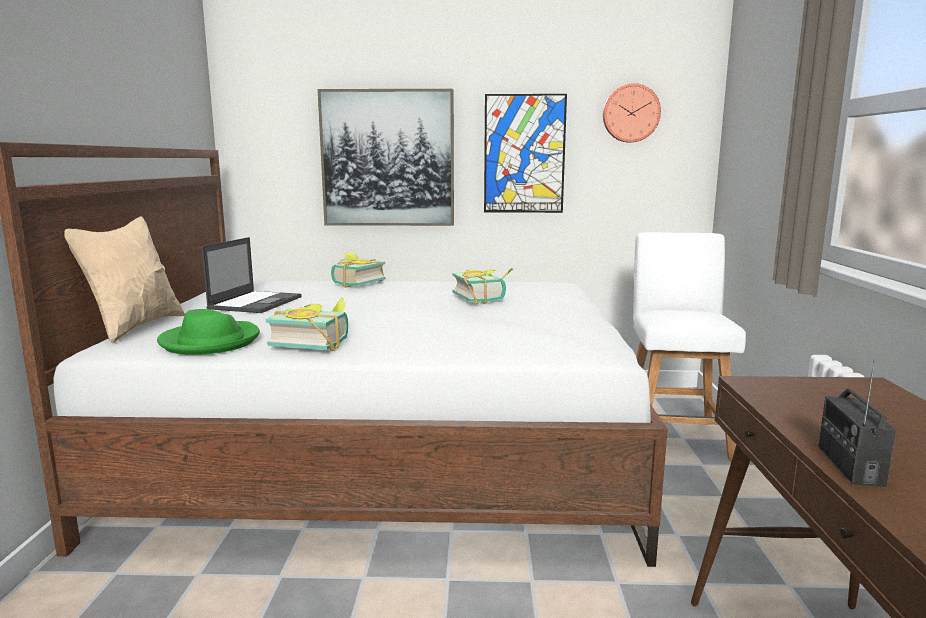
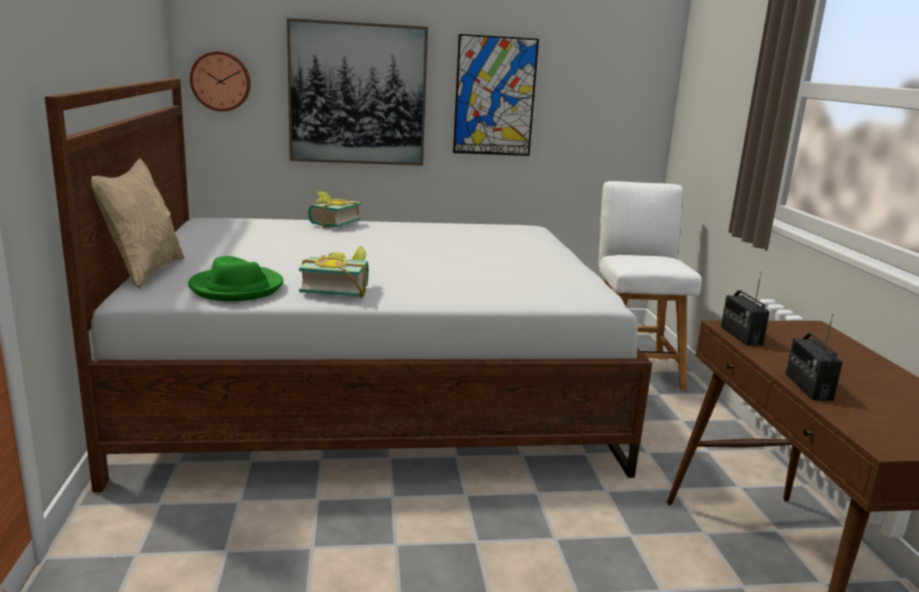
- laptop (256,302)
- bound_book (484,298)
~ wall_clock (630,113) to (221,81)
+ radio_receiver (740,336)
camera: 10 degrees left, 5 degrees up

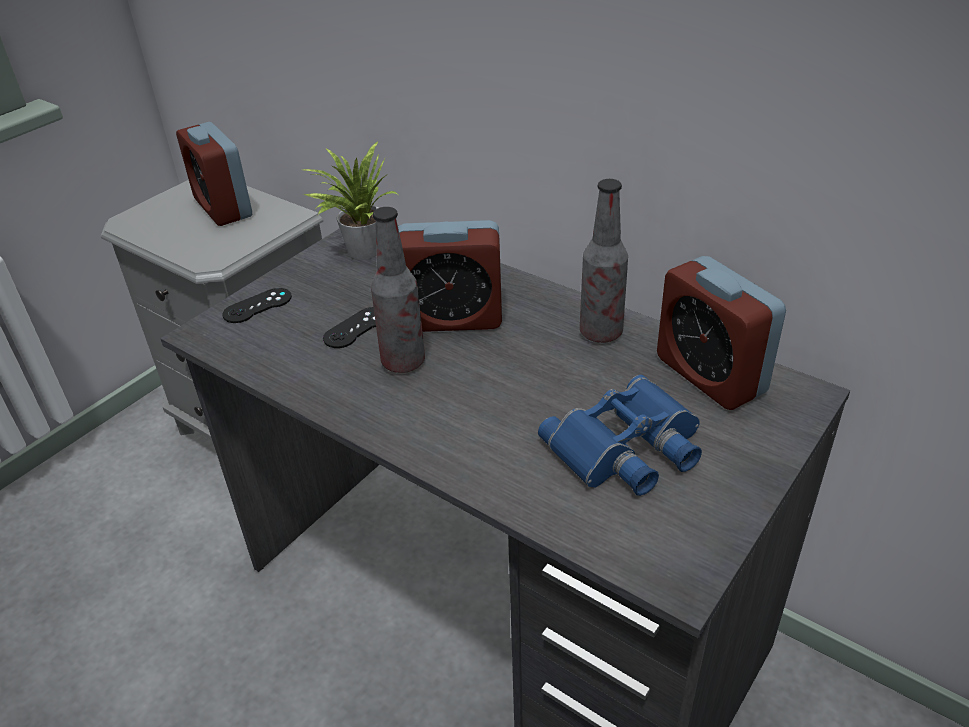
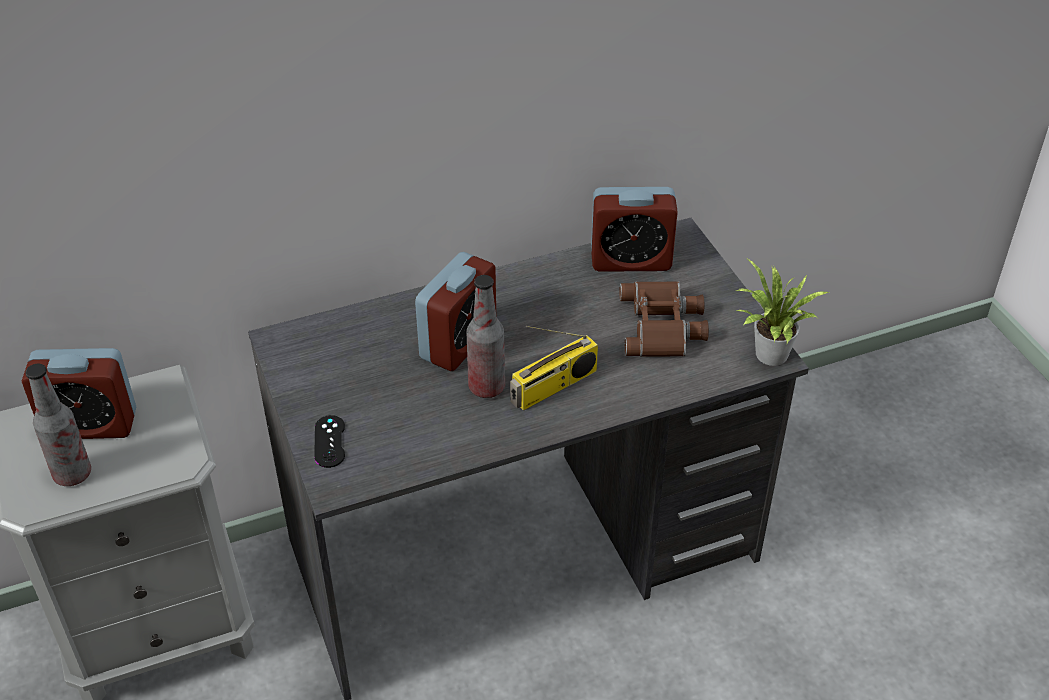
~ houseplant (360,250) to (768,356)
- black-coloured_gamepad (356,328)
~ blue-coloured_binoculars (628,448) to brown_binoculars (663,326)
~ bottle (601,332) to (72,474)
+ radio_receiver (554,387)
camera: 60 degrees left, 5 degrees up

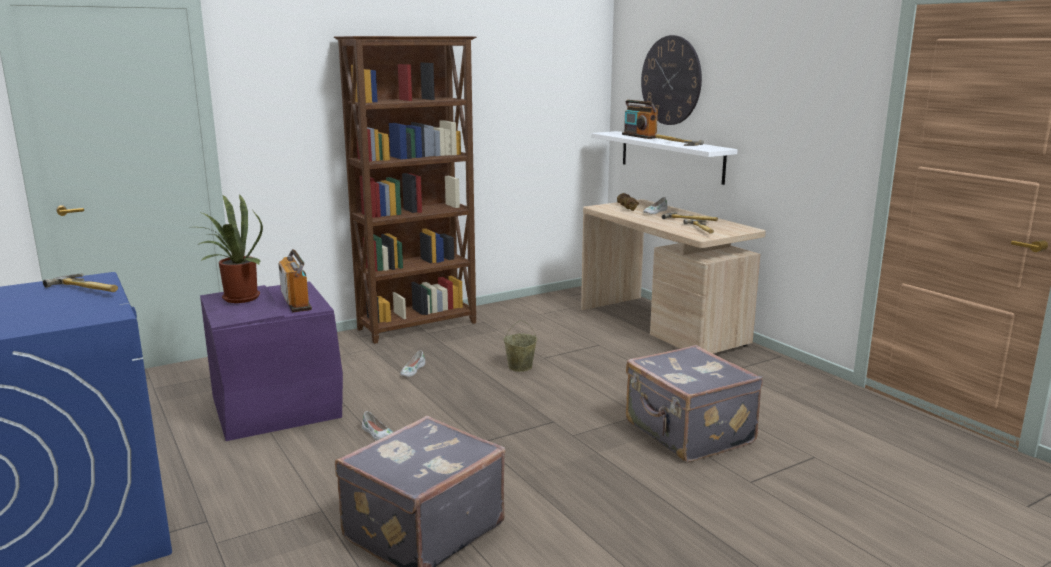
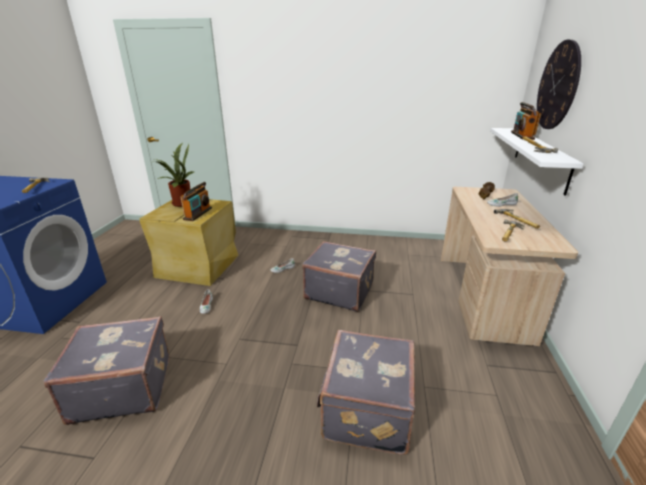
~ purple-coloured_storage_box (277,405) to beige-coloured_storage_box (199,265)
- brown_bookshelf (419,326)
~ beige-coloured_pail (520,367) to gray_suitcase (339,291)
camera: 40 degrees right, 10 degrees up

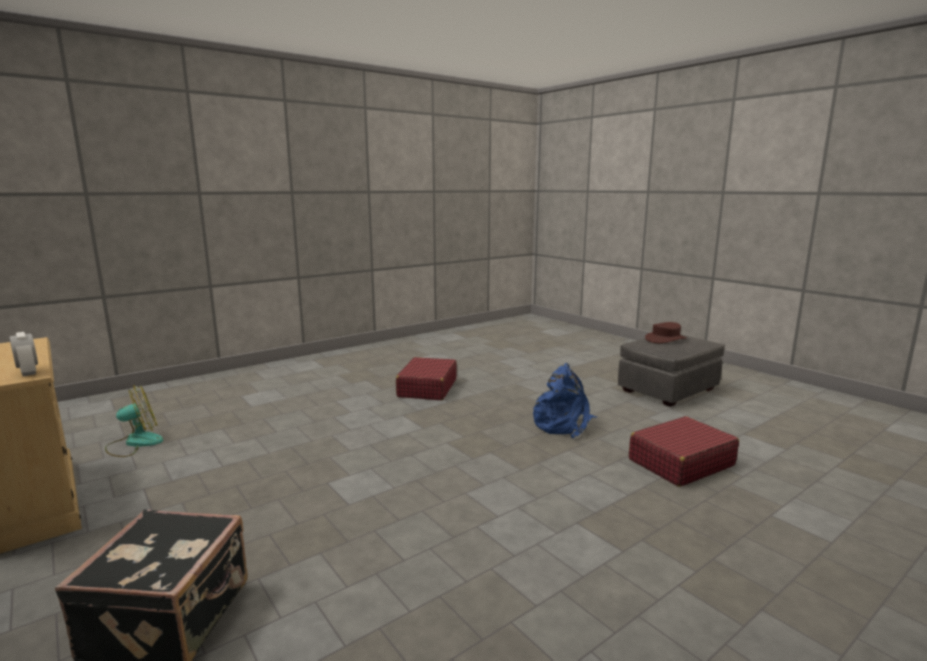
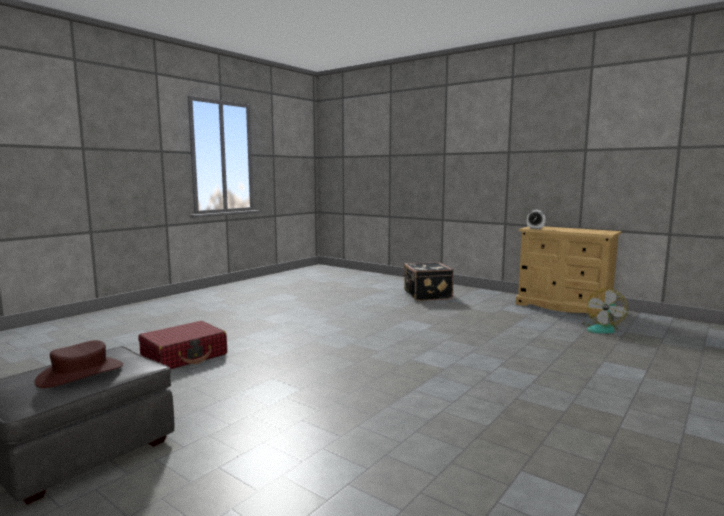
- red_suitcase (427,388)
- blue-coloured_rucksack (563,424)
camera: 165 degrees right, 5 degrees down

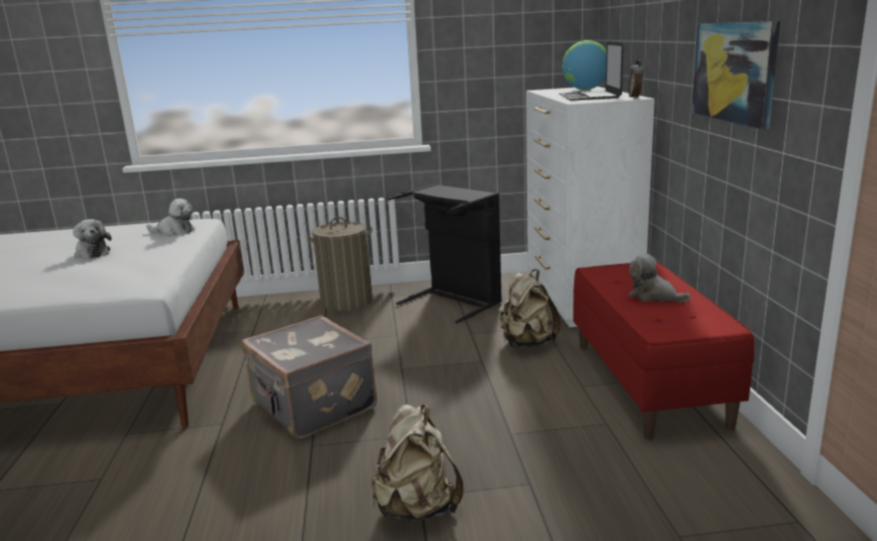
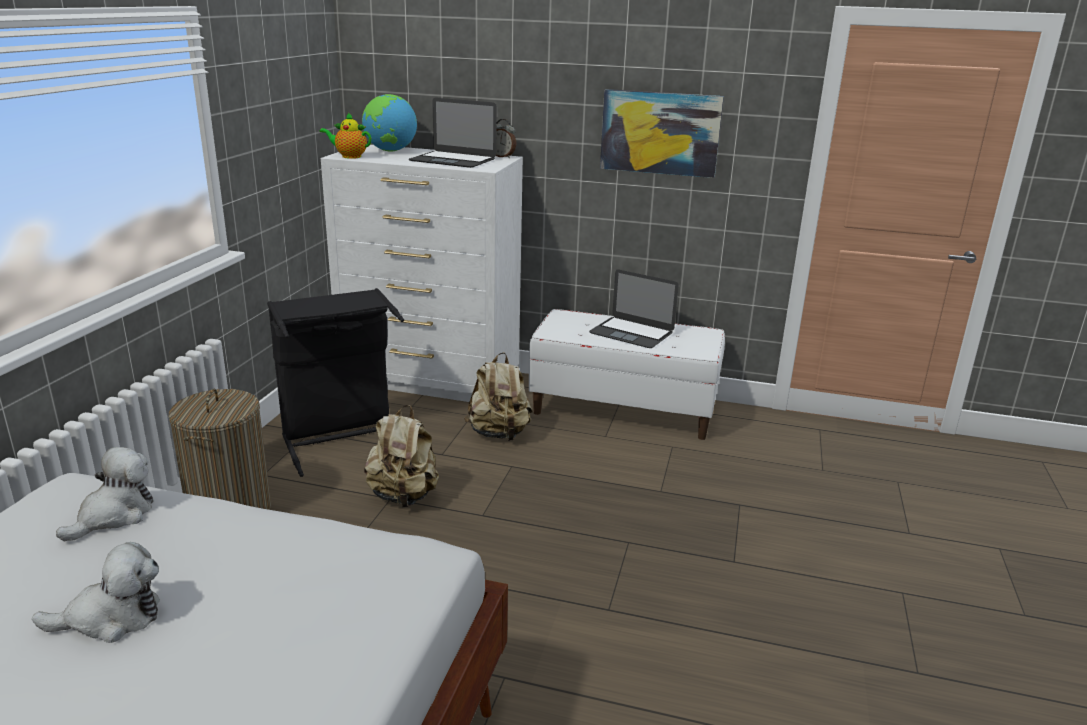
- gray_suitcase (312,406)
~ beige-coloured_rucksack (417,508) to (404,496)
~ red_indoor_bench (649,383) to white-coloured_indoor_bench (624,409)
~ cuddly_toy (654,296) to laptop (631,332)
+ pot_for_tea (349,156)
camera: 70 degrees left, 5 degrees up

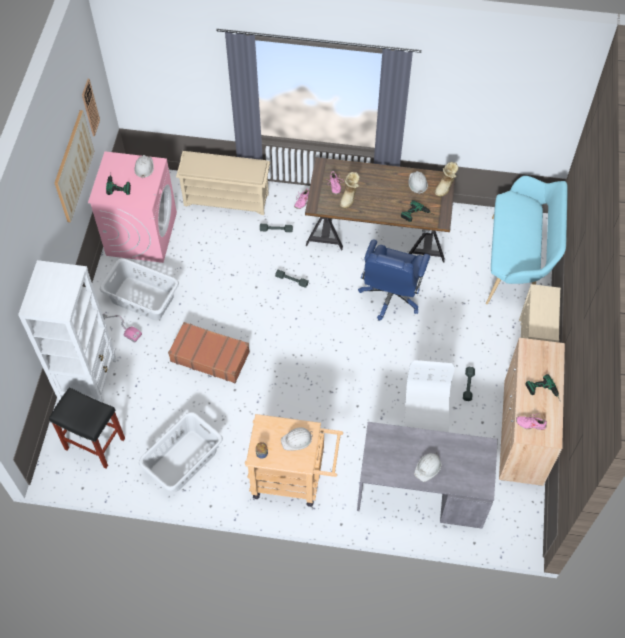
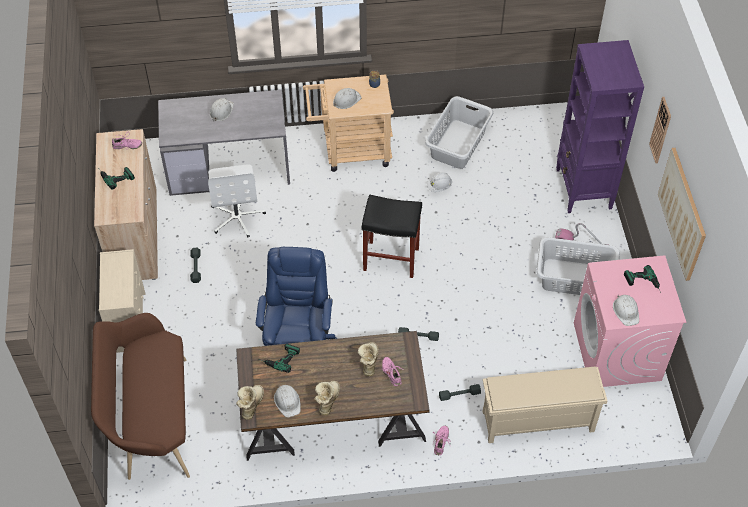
~ white-coloured_bookshelf (89,380) to purple-coloured_bookshelf (583,189)
~ black-coloured_stool (94,444) to (392,259)
~ wall_clock (90,107) to (660,130)
- brown_suitcase (210,356)
~ blue-green_indoor_bench (517,263) to brown_indoor_bench (151,420)
+ boot (327,401)
+ white-coloured_safety_helmet (439,187)
camera: 165 degrees right, 5 degrees down

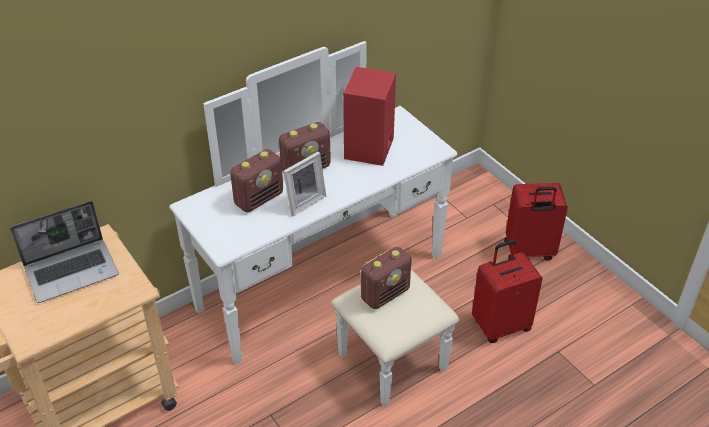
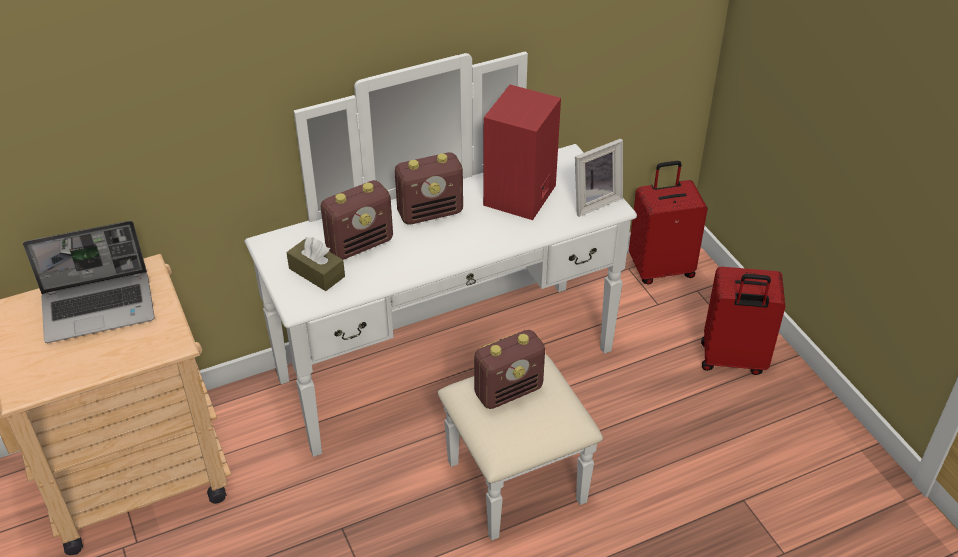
~ photo_frame (303,201) to (593,201)
~ red_suitcase (500,325) to (661,268)
+ brown_tissue_holder (317,272)
camera: 10 degrees right, 0 degrees up

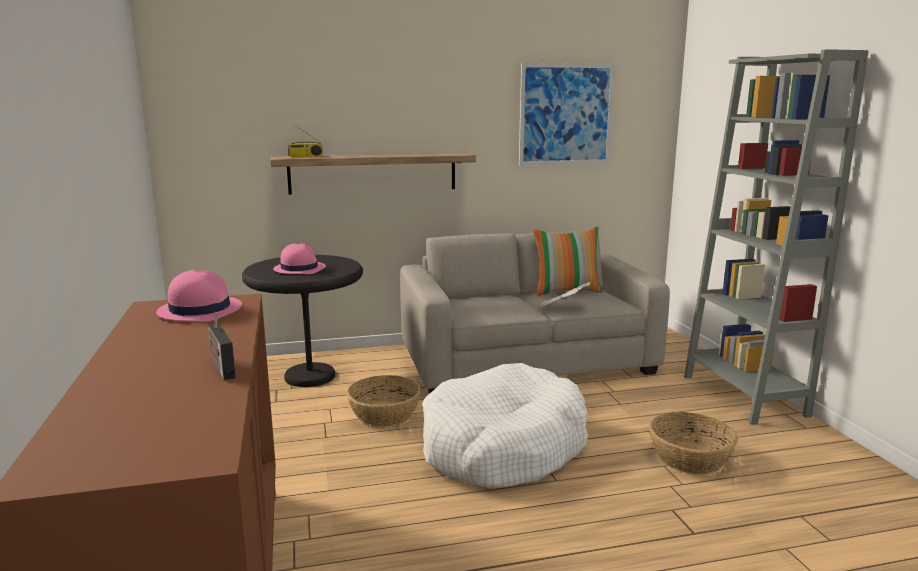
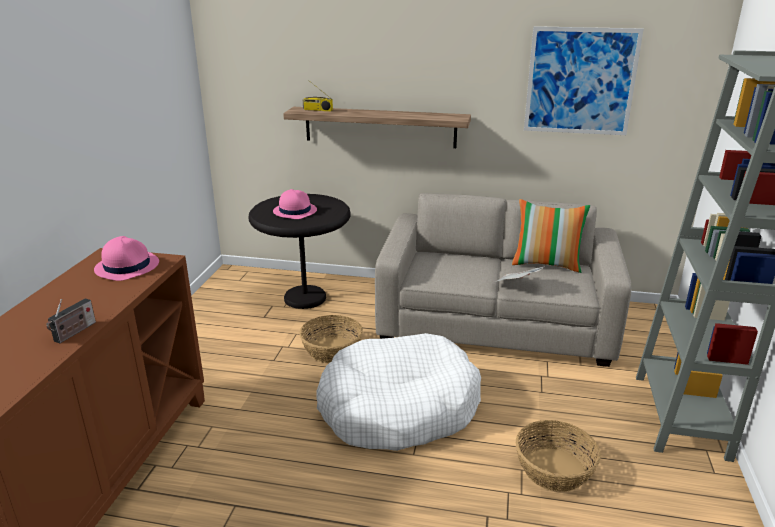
~ radio_receiver (221,367) = (74,333) 150 degrees counterclockwise
camera: 25 degrees right, 10 degrees up

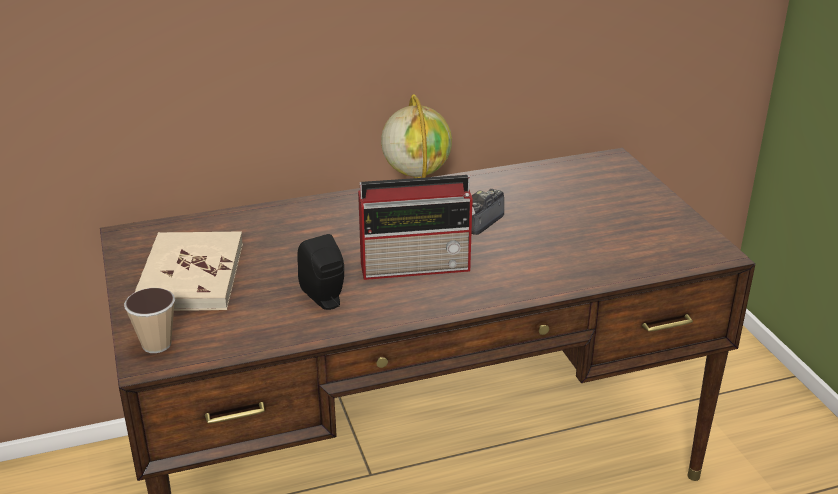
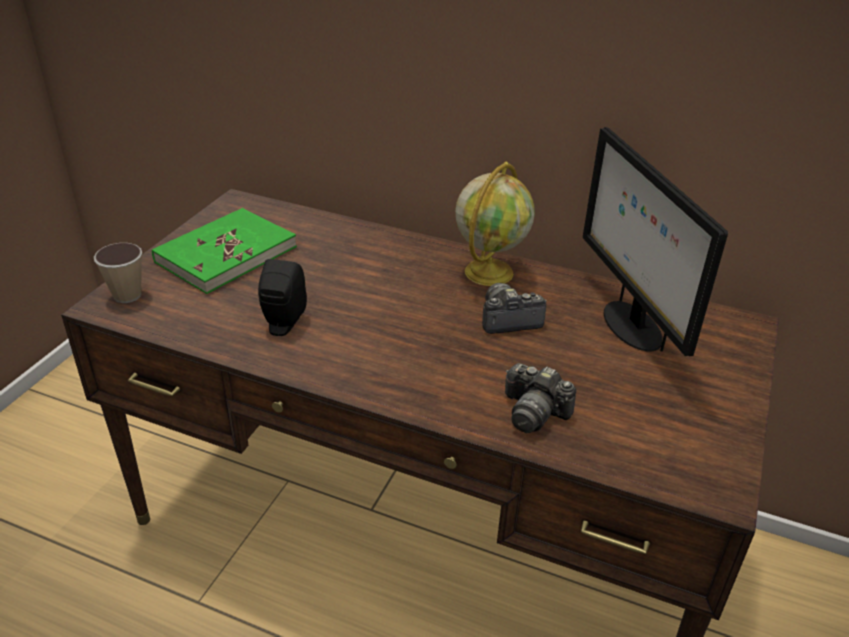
~ beige-coloured_bound_book (190,276) to greenish_bound_book (226,254)
- radio_receiver (417,266)
+ still_camera (533,412)
+ computer_screen (630,325)
camera: 40 degrees right, 5 degrees up

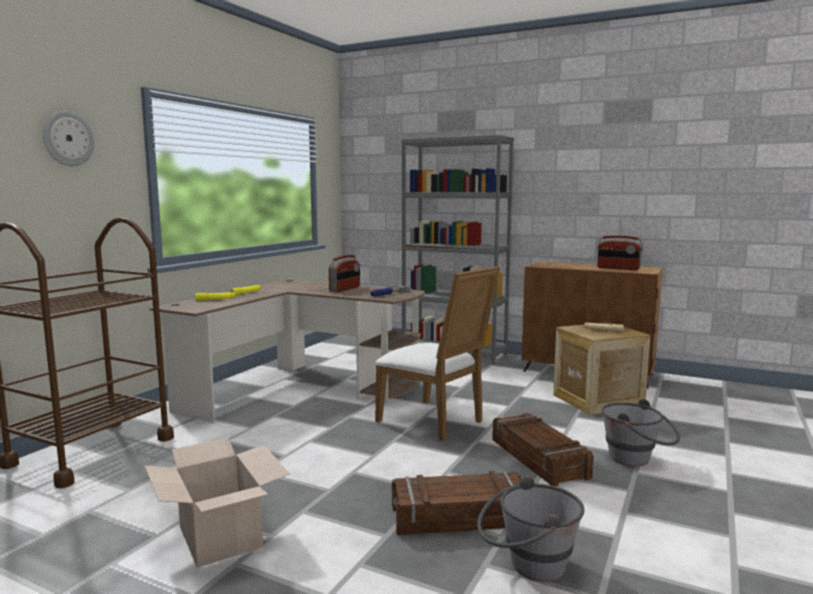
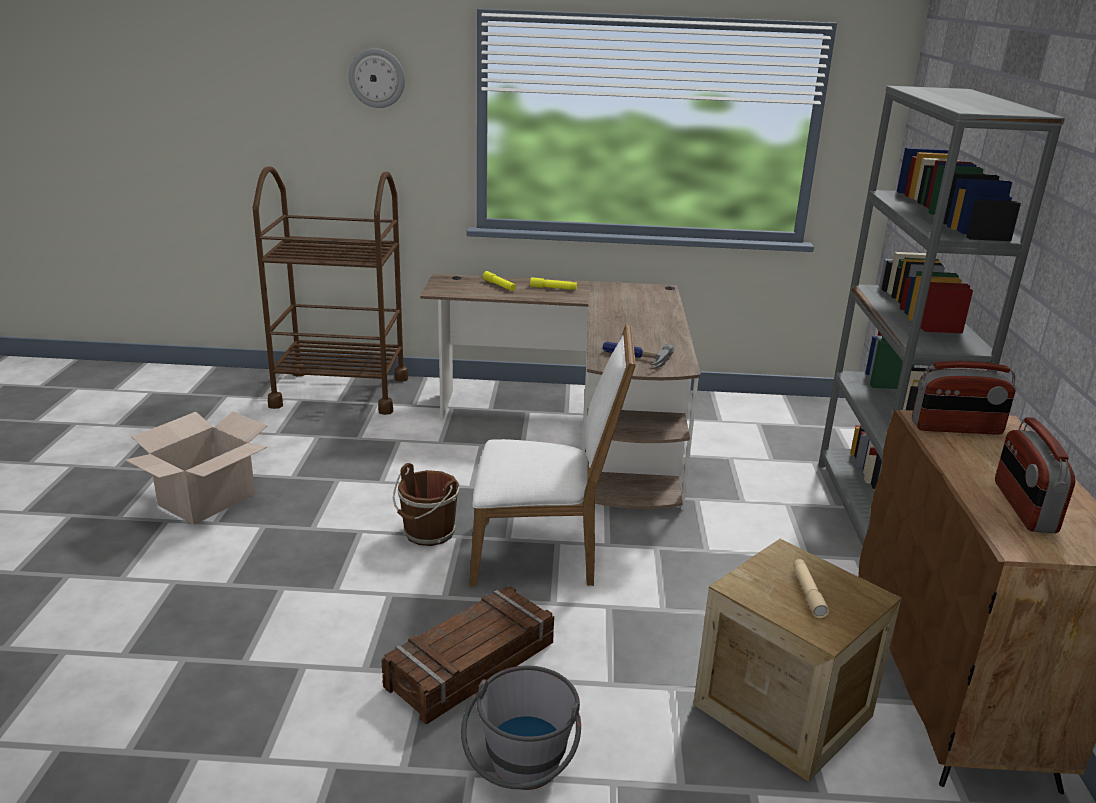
~ radio_receiver (345,289) to (956,428)
~ white-coloured_plain_chair (435,421) = (544,554) 105 degrees counterclockwise
- packing_crate (460,517)
- gray_pail (527,566)
+ brown_pail (428,533)
camera: 65 degrees right, 15 degrees up

